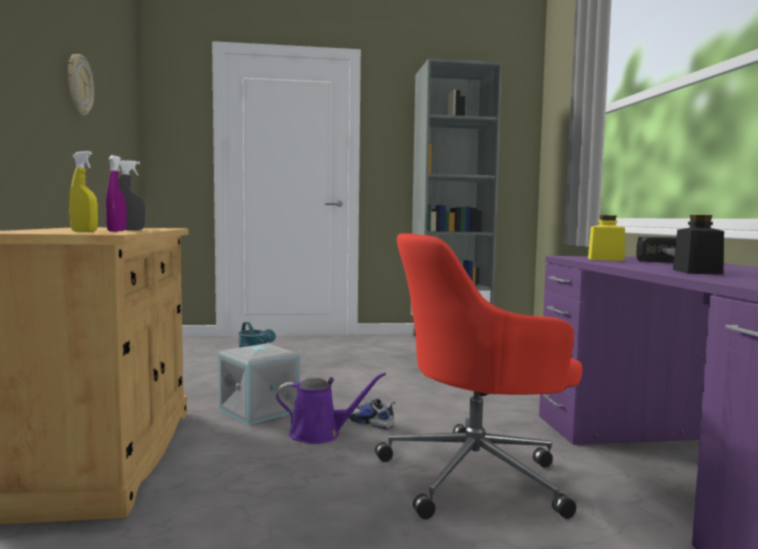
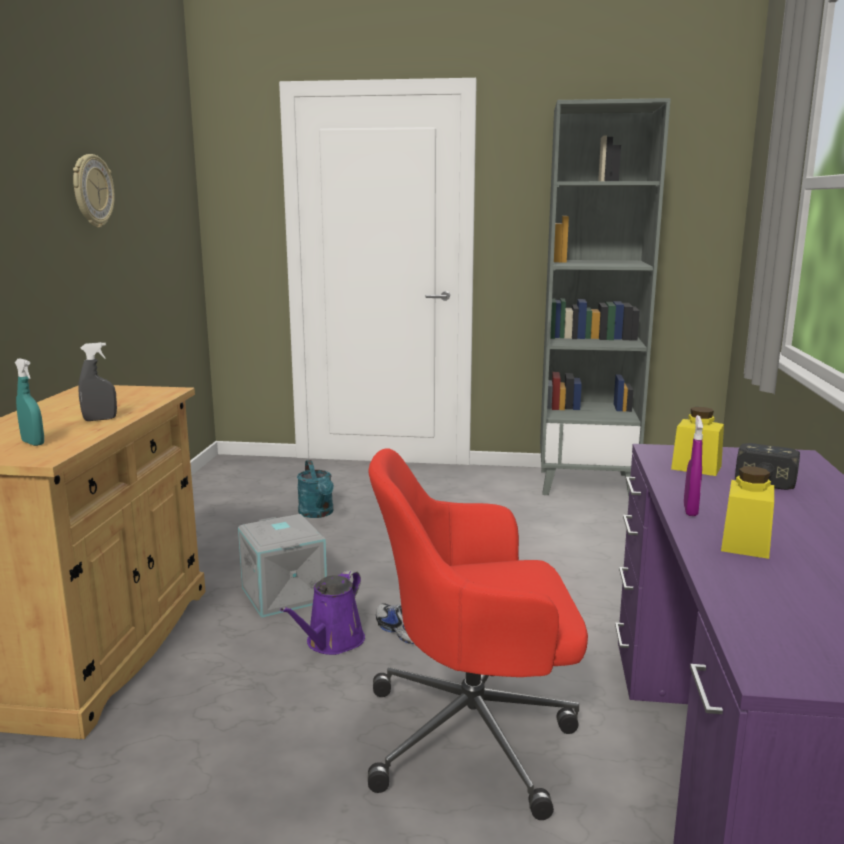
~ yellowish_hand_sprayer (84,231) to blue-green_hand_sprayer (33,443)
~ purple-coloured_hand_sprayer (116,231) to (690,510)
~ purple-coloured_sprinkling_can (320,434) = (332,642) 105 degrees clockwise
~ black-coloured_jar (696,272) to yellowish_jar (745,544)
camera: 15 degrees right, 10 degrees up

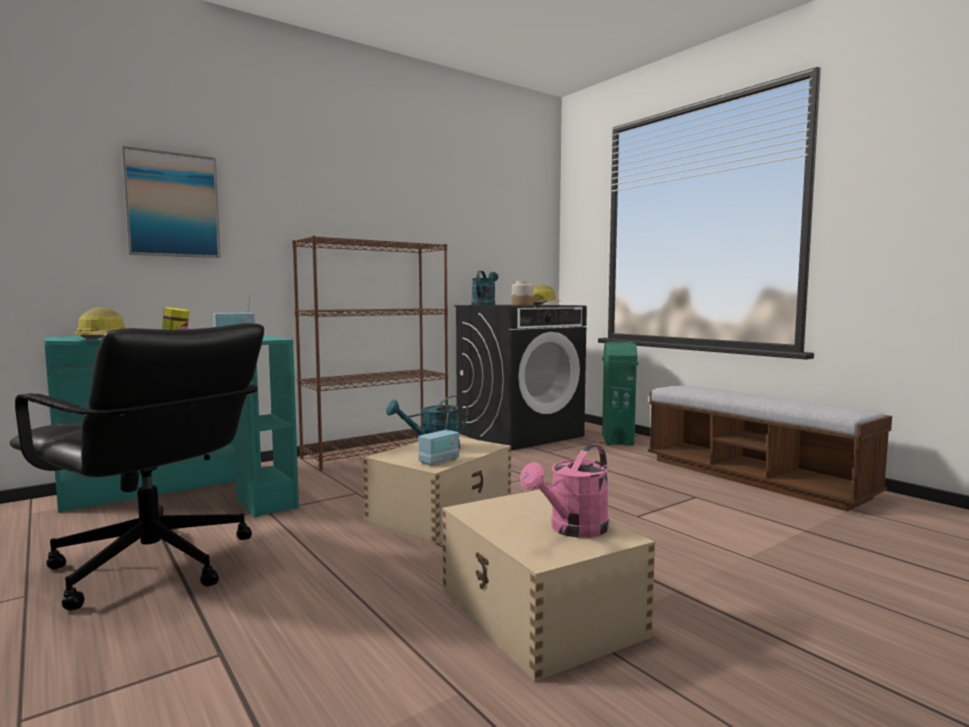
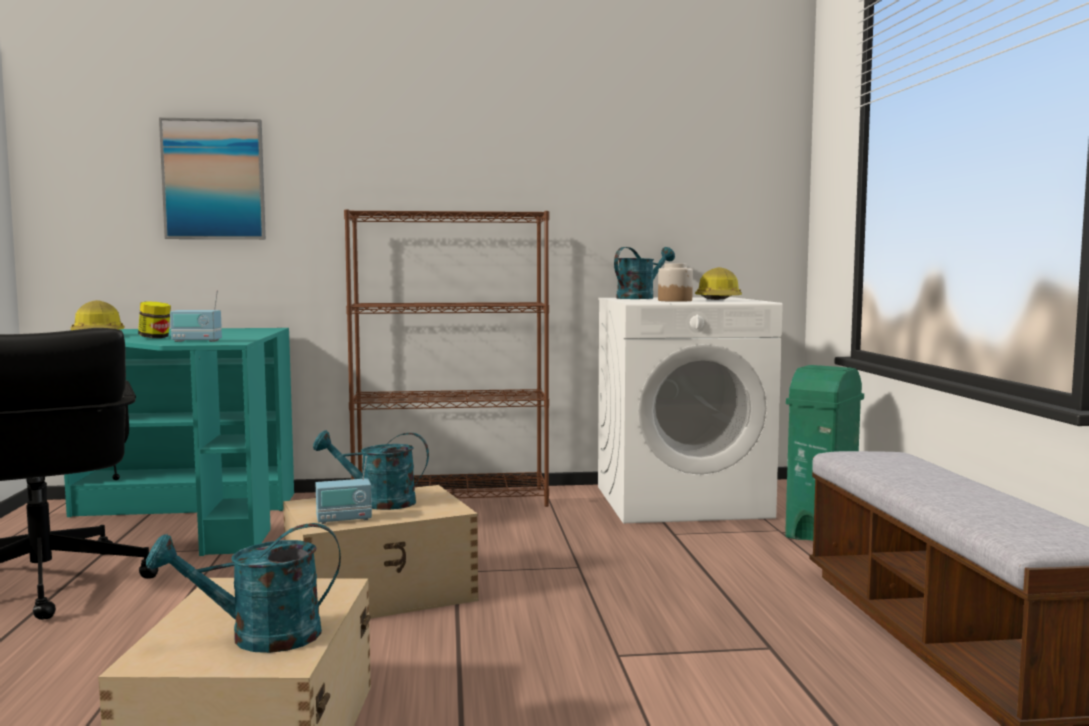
~ black-coloured_washing_machine (519,434) to white-coloured_washing_machine (682,501)
~ pink_sprinkling_can (572,530) to blue-green_sprinkling_can (259,638)
camera: 30 degrees right, 0 degrees up

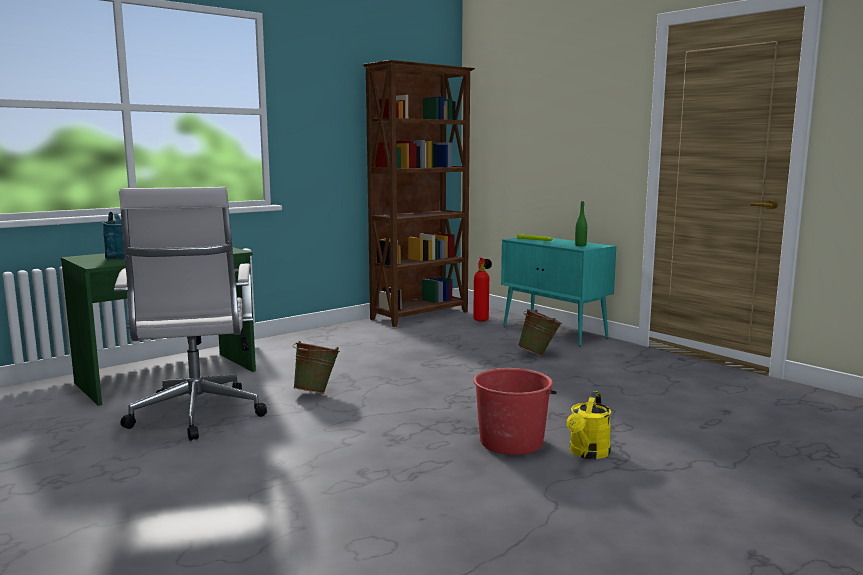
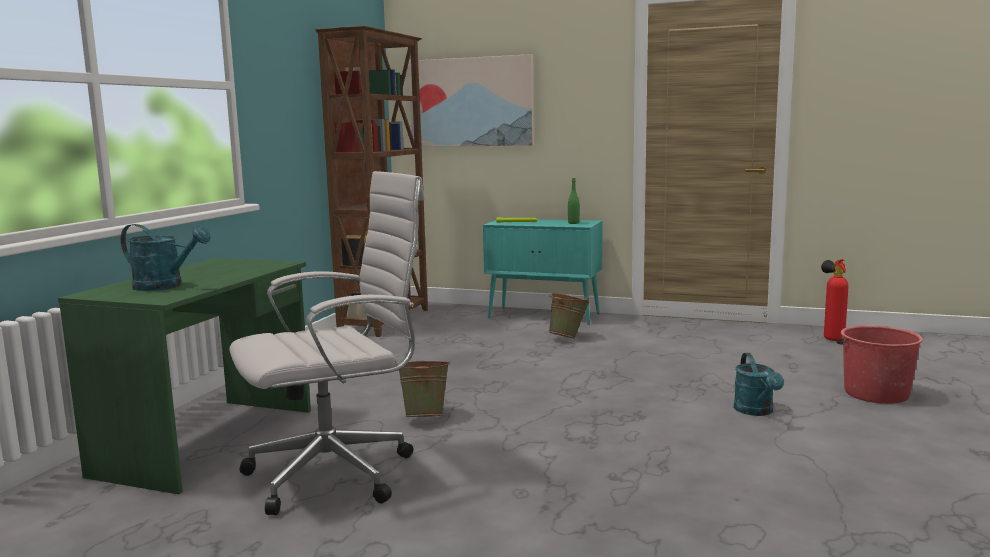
~ white-coloured_desk_chair (196,417) = (338,473) 75 degrees counterclockwise
~ extinguisher (482,320) to (831,338)
~ red_pail (511,441) to (875,393)
~ yellowish_sprinkling_can (587,453) to blue-green_sprinkling_can (756,411)
+ wall_art (471,102)
camera: 30 degrees left, 0 degrees up

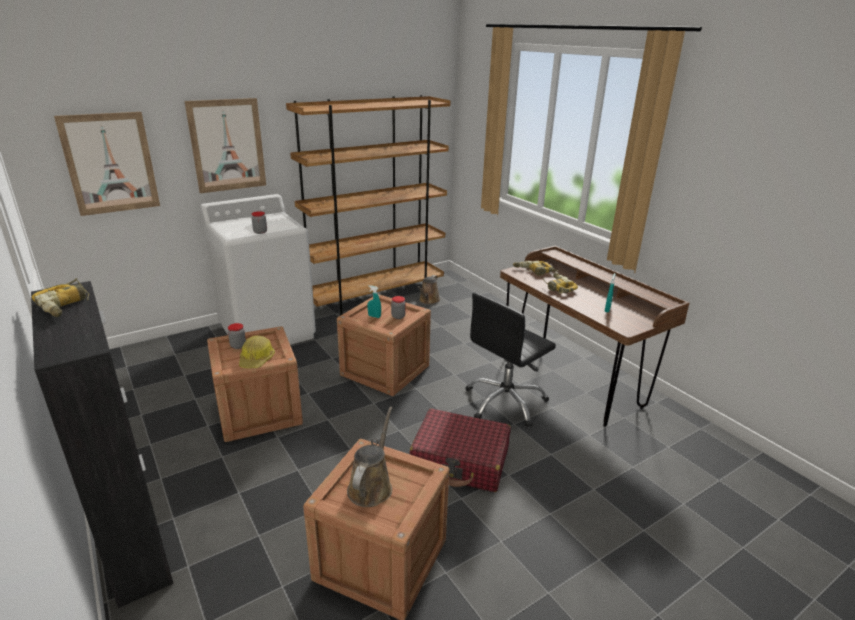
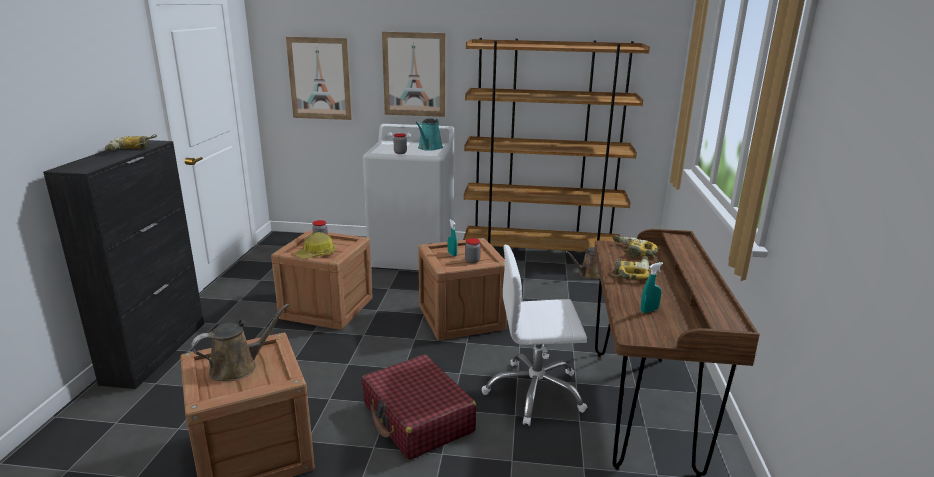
~ black-coloured_desk_chair (505,402) to white-coloured_desk_chair (535,392)
+ blue-green_sprinkling_can (429,148)
camera: 40 degrees right, 5 degrees down

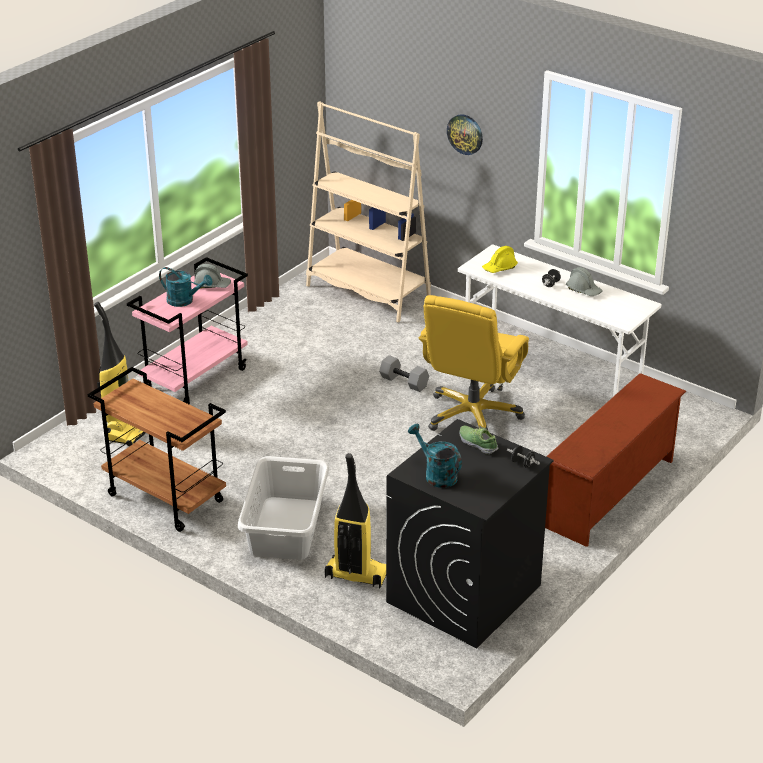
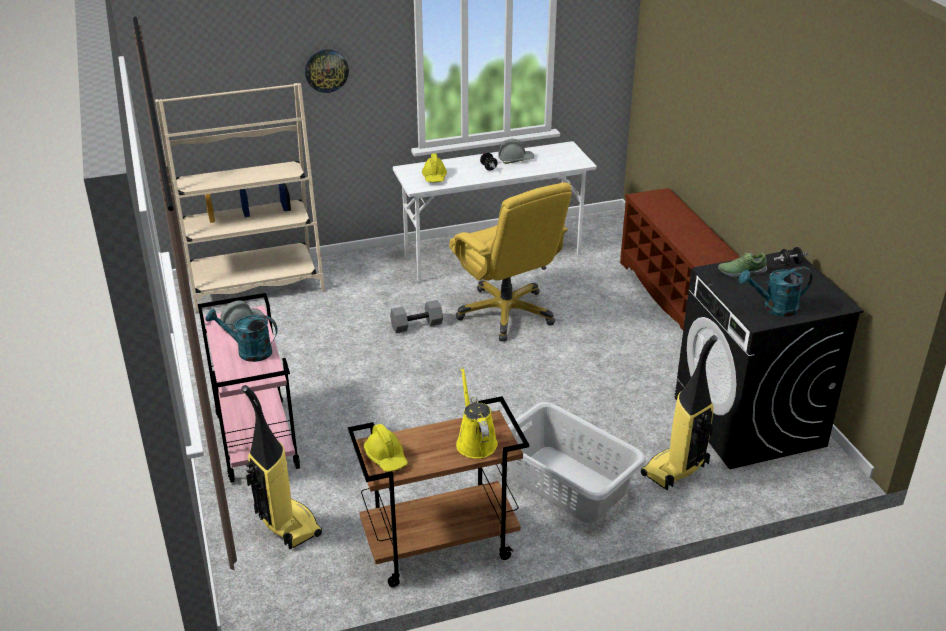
~ blue-green_sprinkling_can (185,301) = (248,351) 135 degrees counterclockwise
+ yellowish_safety_helmet (386,457)
+ yellowish_sprinkling_can (475,441)
camera: 55 degrees left, 0 degrees up

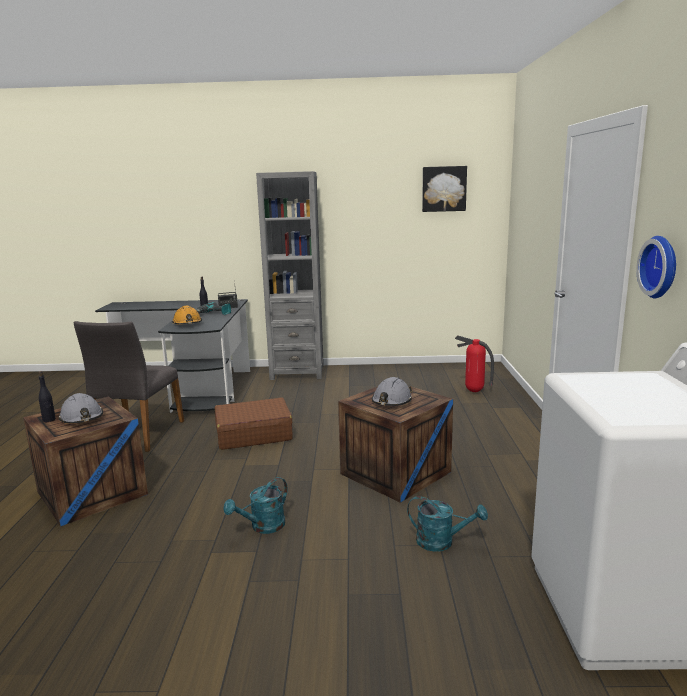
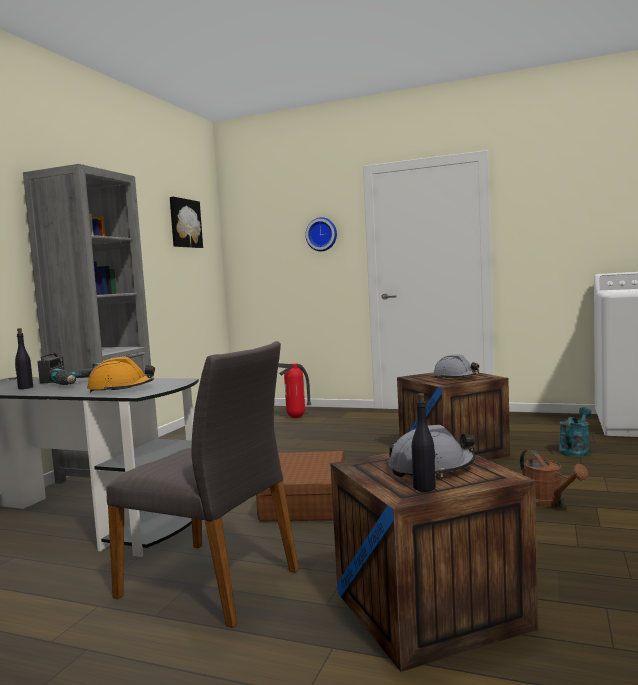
~ blue-green_sprinkling_can (263,527) to brown_sprinkling_can (549,503)
~ wall_clock (661,267) to (322,234)
camera: 70 degrees left, 10 degrees down

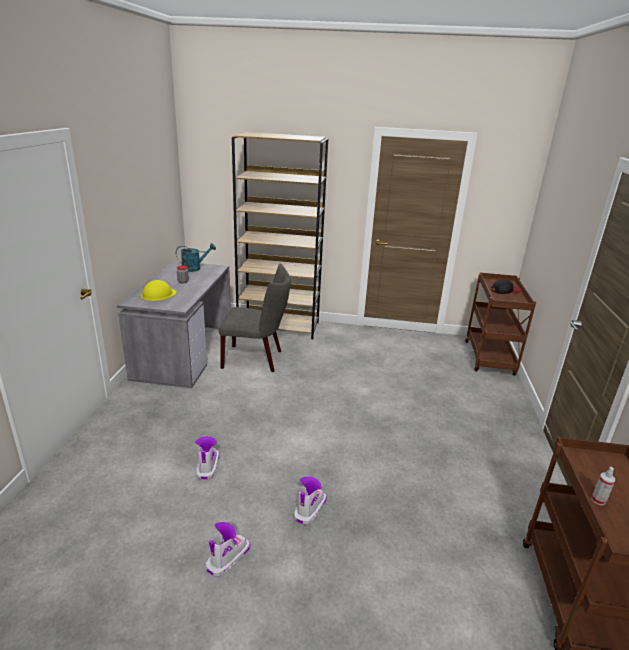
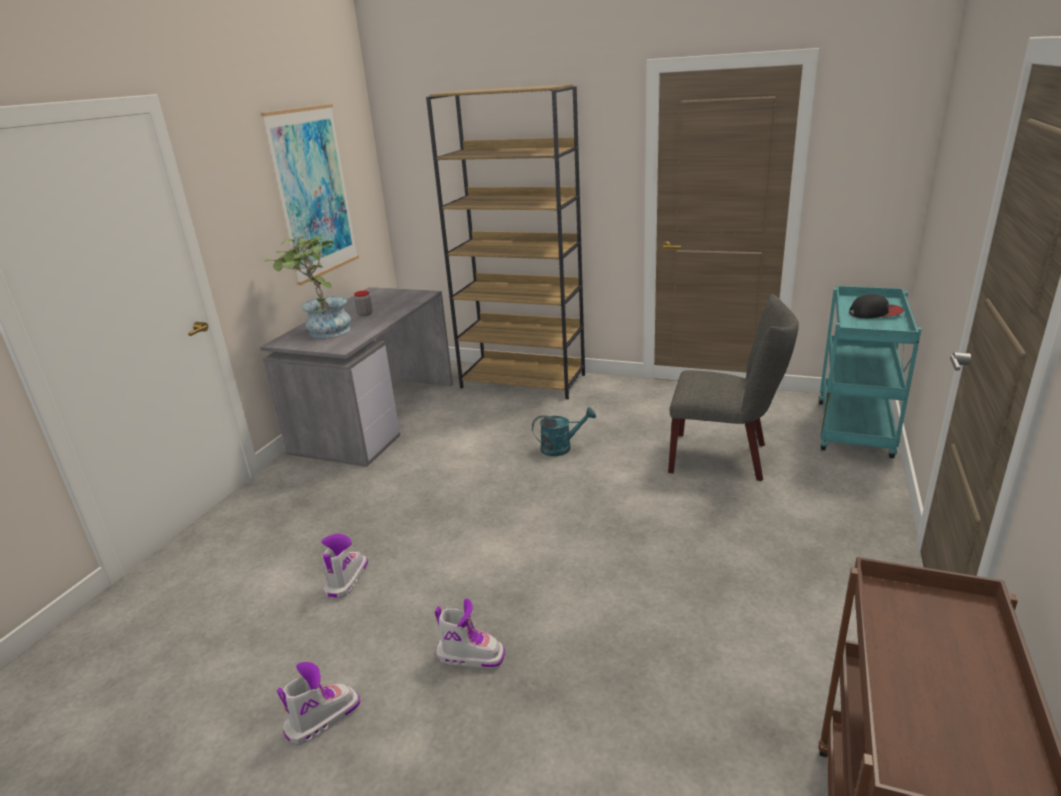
~ yellowish_safety_helmet (158,294) to houseplant (322,331)
~ blue-green_sprinkling_can (195,268) to (561,447)
~ gray_plain_chair (256,359) to (725,457)
~ boot (309,509) = (470,655) 60 degrees clockwise
~ brown_cart (490,359) to blue-green_cart (855,431)
- hand_sprayer (598,500)
+ wall_art (313,193)
camera: 15 degrees right, 0 degrees up

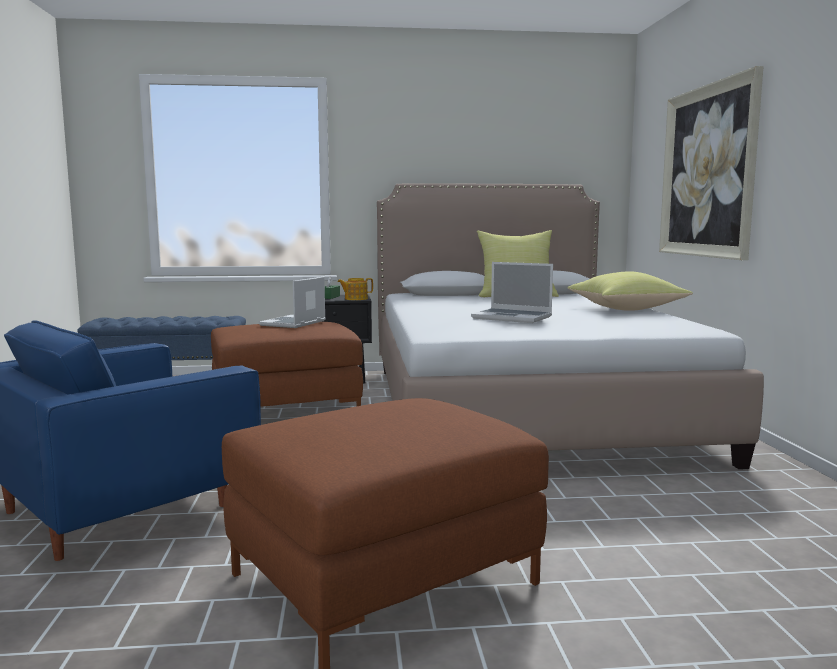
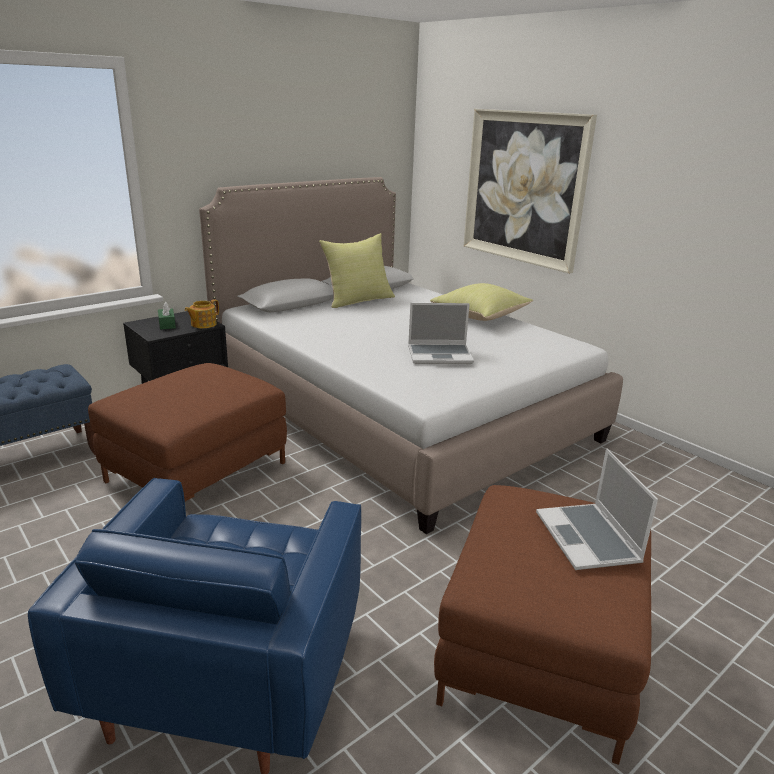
~ laptop (293,323) to (589,539)
camera: 35 degrees left, 15 degrees up

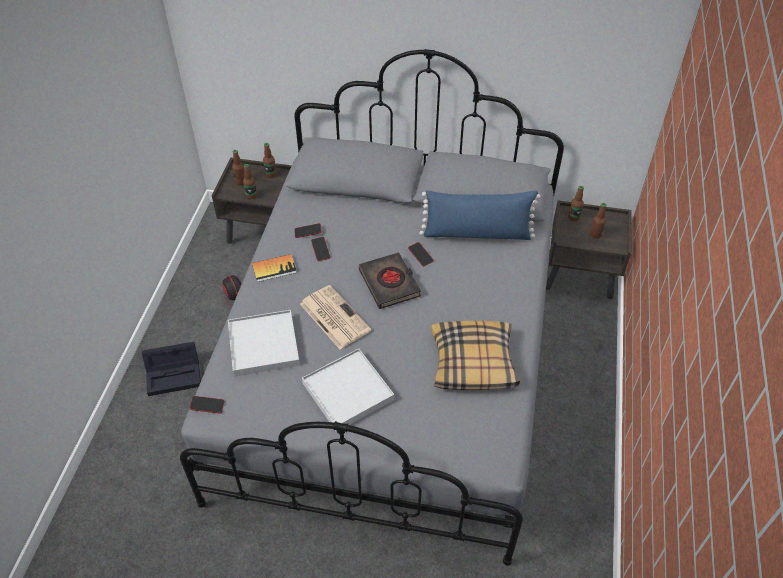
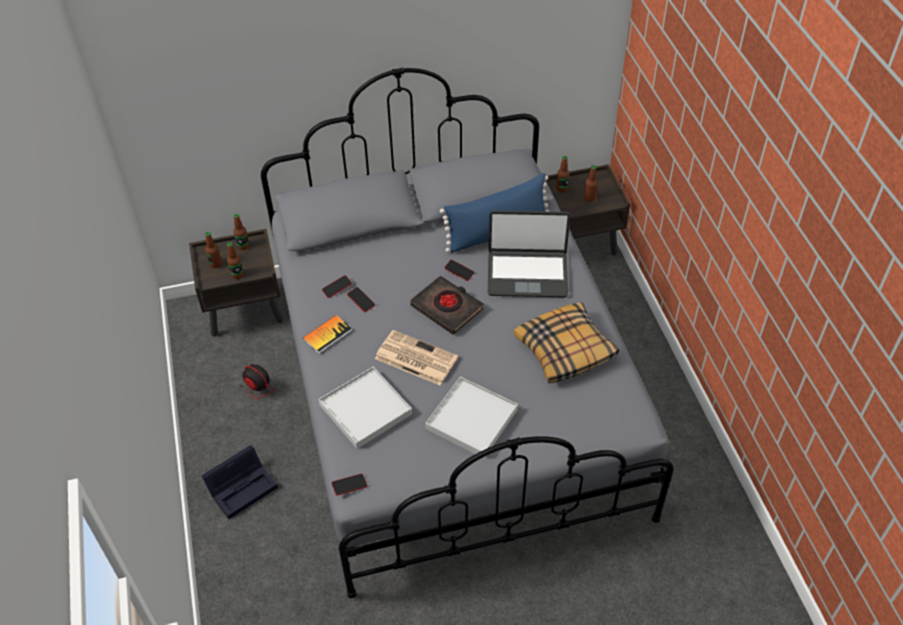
+ laptop (527,274)
camera: 25 degrees left, 0 degrees up

